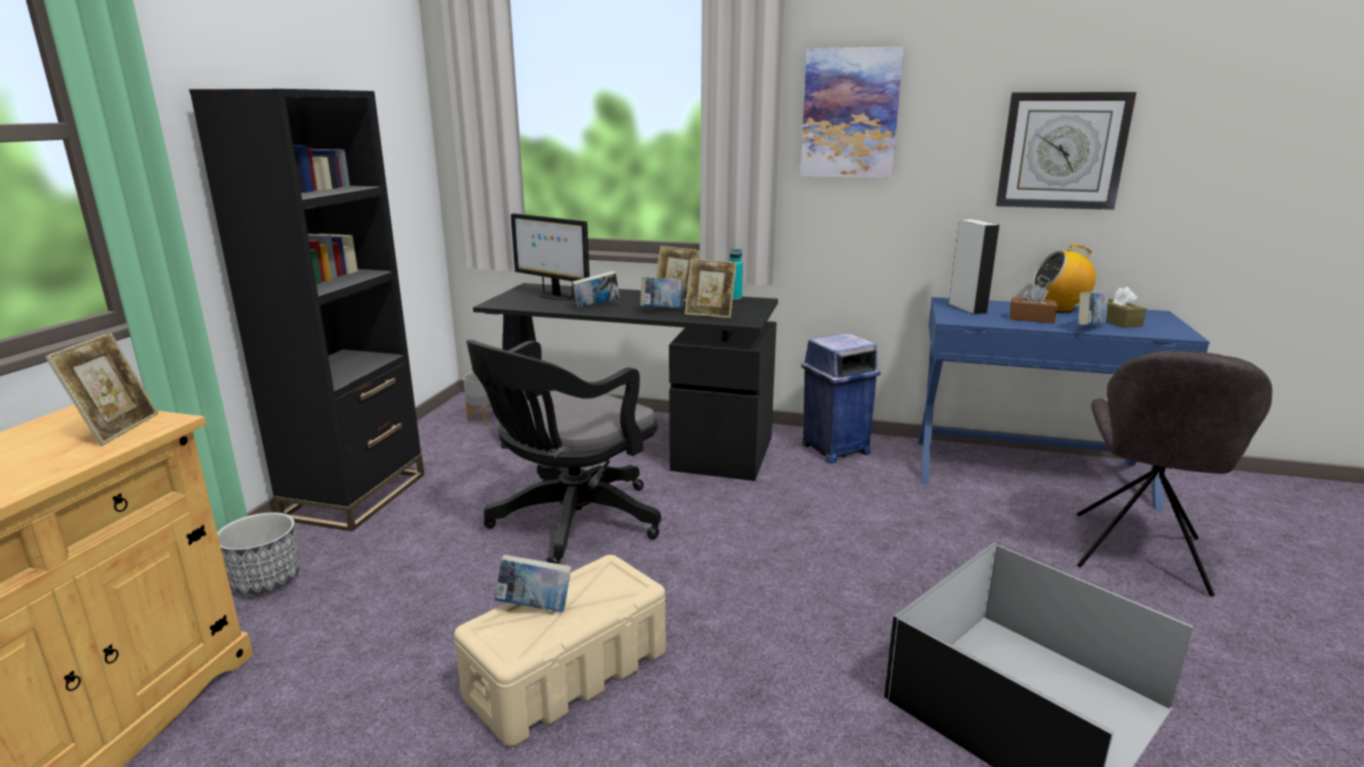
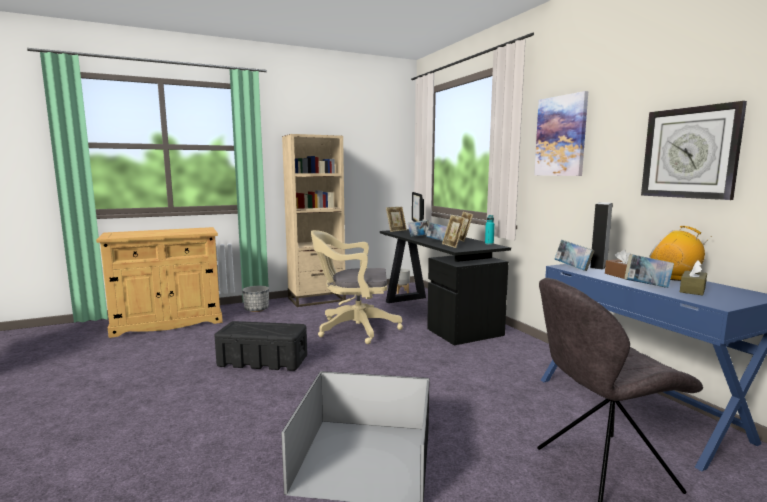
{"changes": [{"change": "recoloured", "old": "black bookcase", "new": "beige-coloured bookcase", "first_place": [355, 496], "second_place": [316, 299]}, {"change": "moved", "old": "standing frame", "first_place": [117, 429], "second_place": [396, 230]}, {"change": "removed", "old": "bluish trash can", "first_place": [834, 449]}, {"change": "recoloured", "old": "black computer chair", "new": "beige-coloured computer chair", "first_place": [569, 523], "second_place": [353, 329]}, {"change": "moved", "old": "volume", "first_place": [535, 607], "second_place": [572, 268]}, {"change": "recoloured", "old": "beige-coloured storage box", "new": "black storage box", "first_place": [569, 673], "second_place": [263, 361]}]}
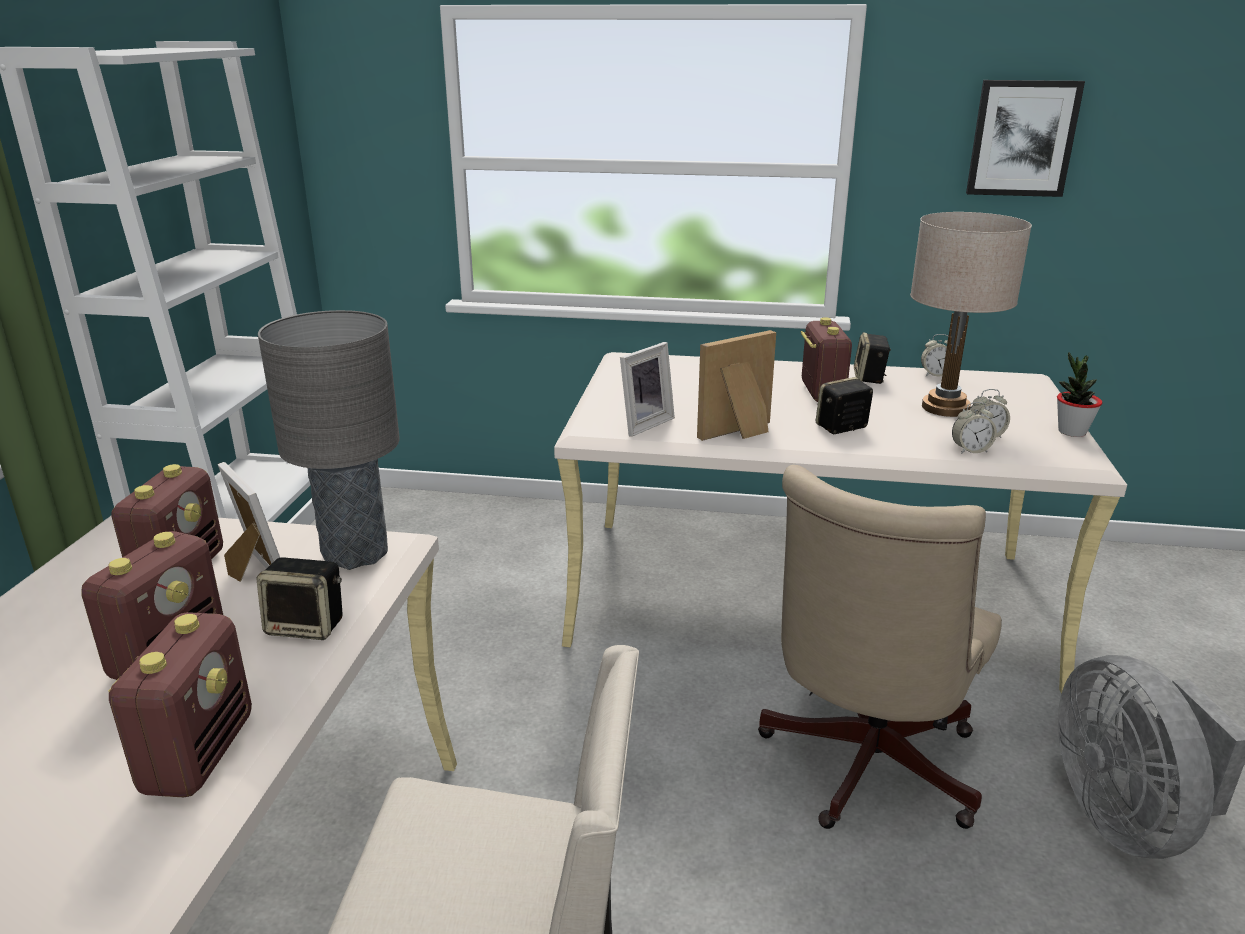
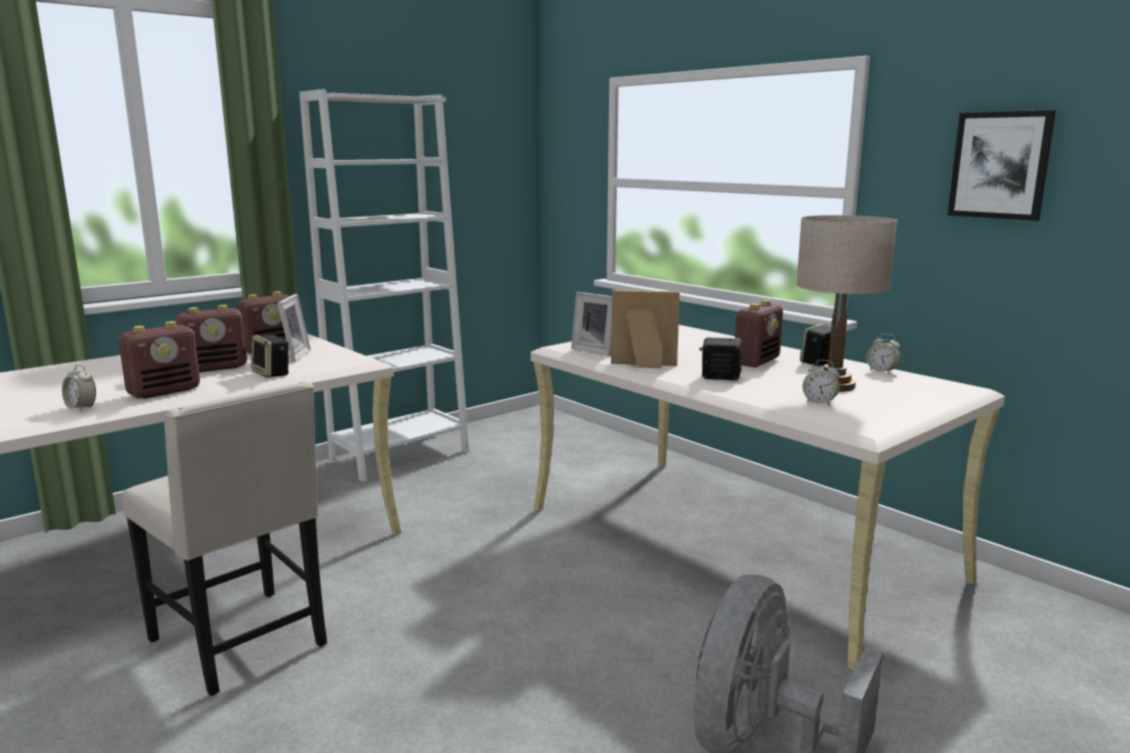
{"changes": [{"change": "removed", "old": "greyish table lamp", "first_place": [356, 553]}, {"change": "turned", "old": "standing frame", "first_place": [643, 424], "second_place": [596, 351], "degrees": 45}, {"change": "removed", "old": "potted plant", "first_place": [1071, 432]}, {"change": "moved", "old": "bedside clock", "first_place": [970, 450], "second_place": [81, 408]}, {"change": "removed", "old": "beige-coloured computer chair", "first_place": [863, 768]}]}
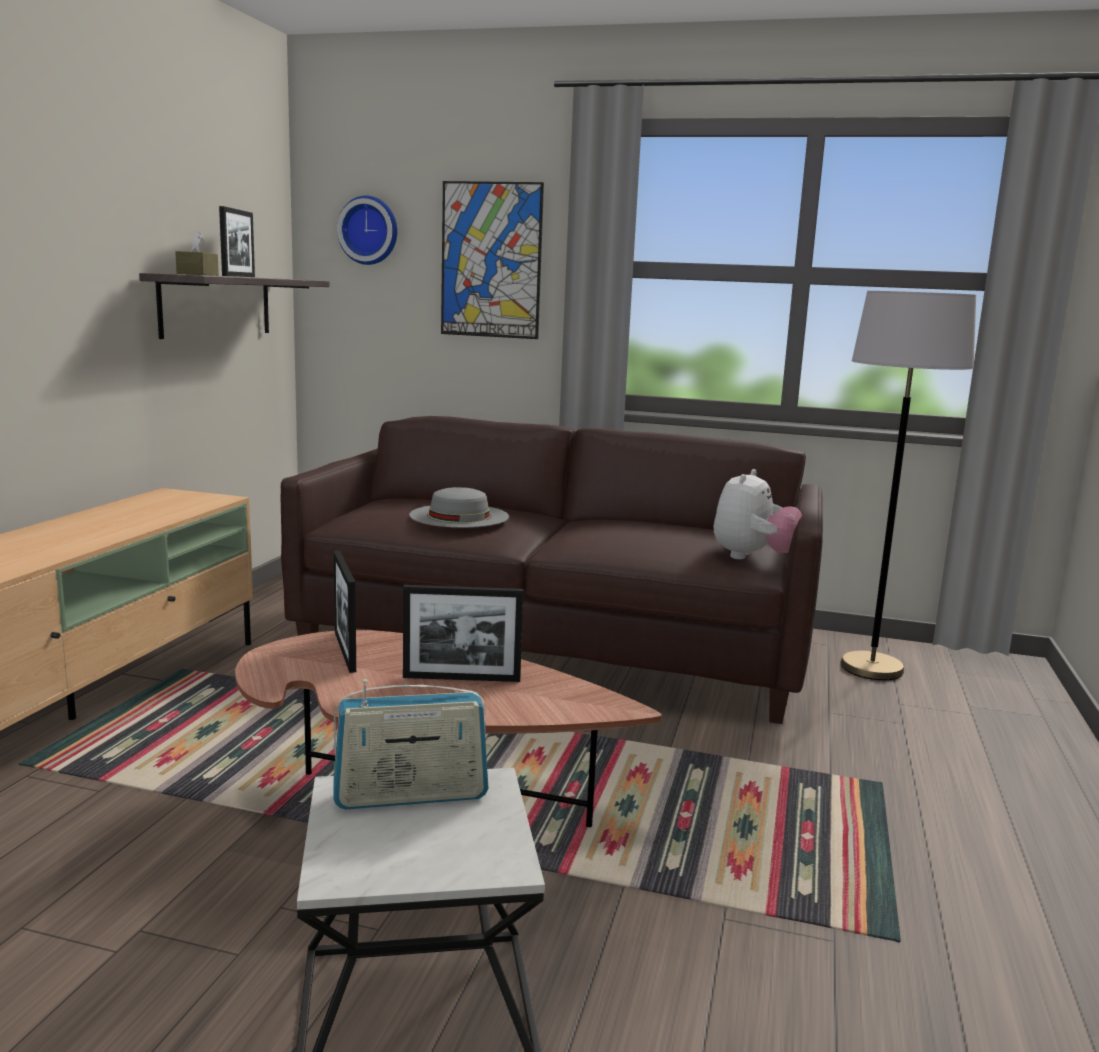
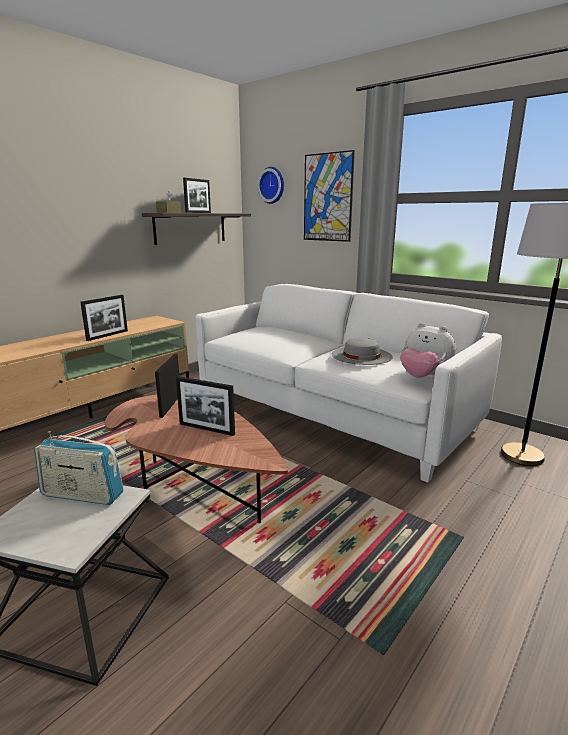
{"changes": [{"change": "recoloured", "old": "brown couch", "new": "white couch", "first_place": [555, 647], "second_place": [331, 413]}, {"change": "turned", "old": "cuddly toy", "first_place": [752, 557], "second_place": [423, 378], "degrees": 75}, {"change": "moved", "old": "greyish clothing hat", "first_place": [459, 516], "second_place": [361, 355]}, {"change": "added", "new": "standing frame", "second_place": [107, 335]}]}
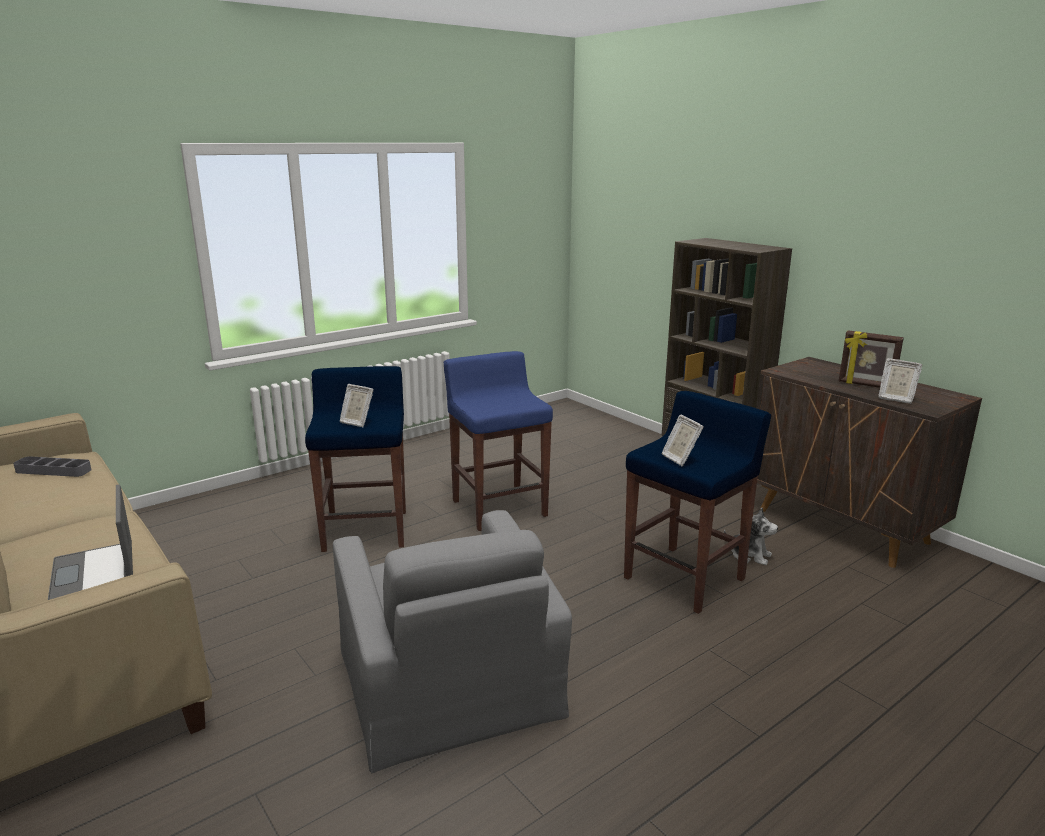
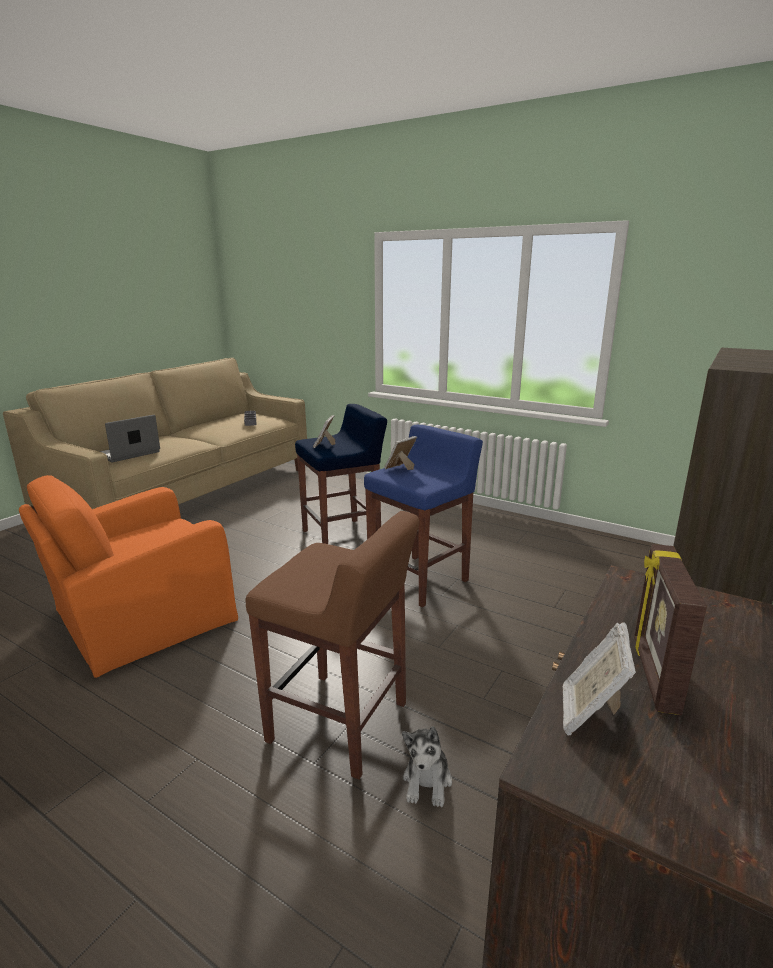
{"changes": [{"change": "recoloured", "old": "bluish sitting stool", "new": "brown sitting stool", "first_place": [686, 578], "second_place": [340, 723]}, {"change": "moved", "old": "standing frame", "first_place": [679, 459], "second_place": [400, 468]}, {"change": "recoloured", "old": "greyish armchair", "new": "orangey armchair", "first_place": [449, 686], "second_place": [142, 616]}]}
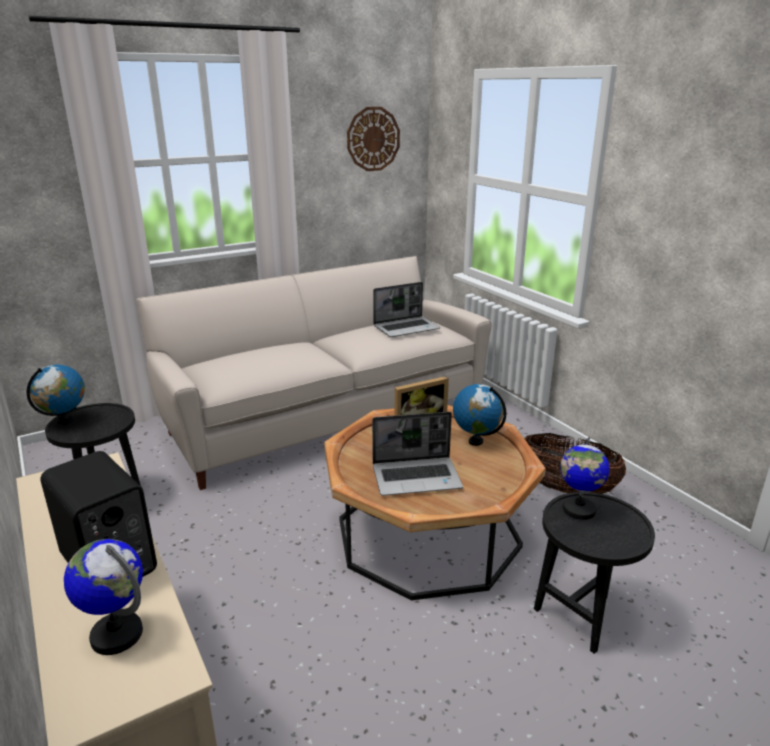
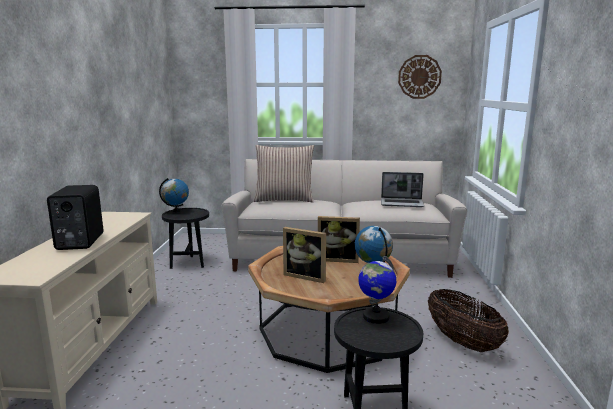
{"changes": [{"change": "replaced", "old": "laptop", "new": "standing frame", "first_place": [417, 477], "second_place": [306, 276]}, {"change": "removed", "old": "world globe", "first_place": [117, 634]}, {"change": "added", "new": "pillow", "second_place": [284, 199]}]}
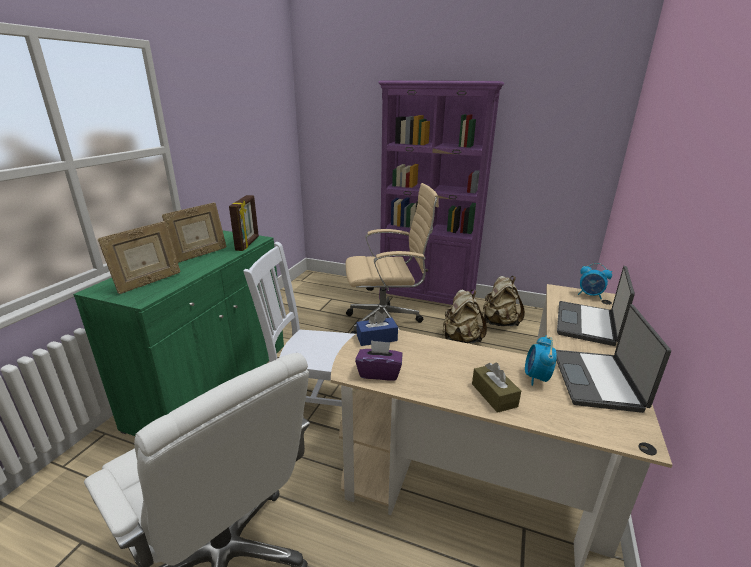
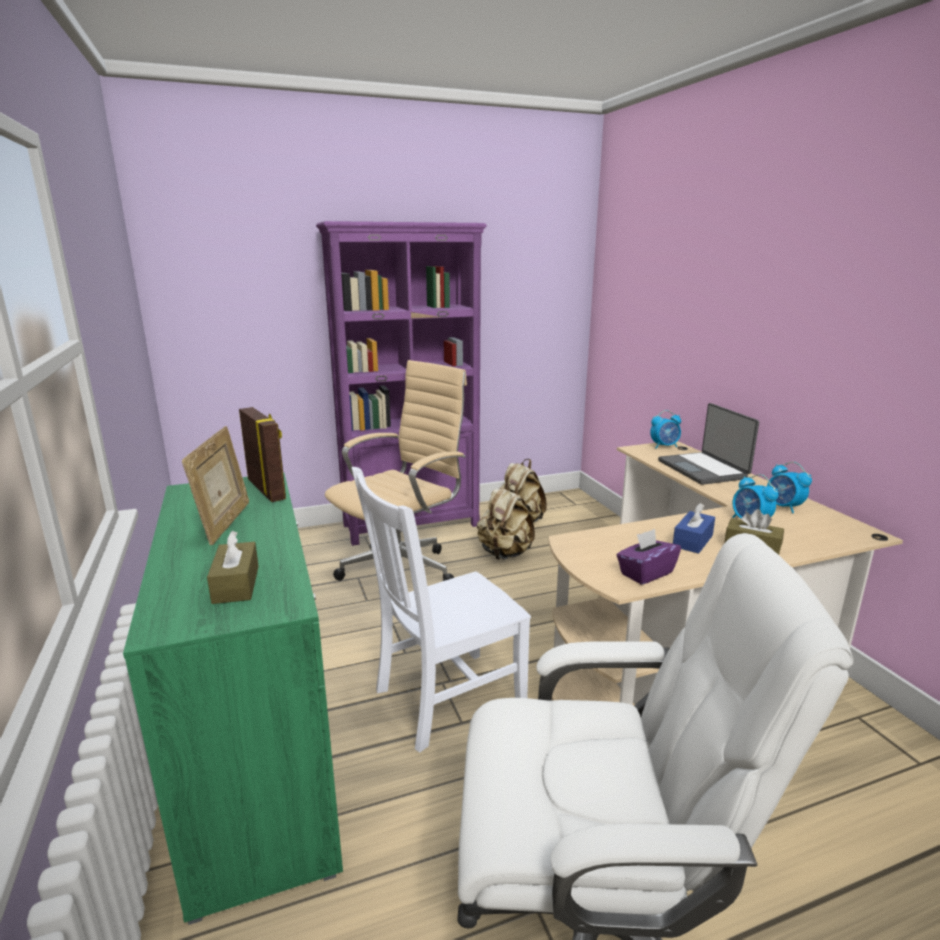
{"changes": [{"change": "replaced", "old": "standing frame", "new": "brown tissue holder", "first_place": [148, 283], "second_place": [236, 584]}, {"change": "replaced", "old": "laptop", "new": "bedside clock", "first_place": [598, 381], "second_place": [783, 507]}, {"change": "moved", "old": "bluish tissue holder", "first_place": [376, 338], "second_place": [692, 541]}]}
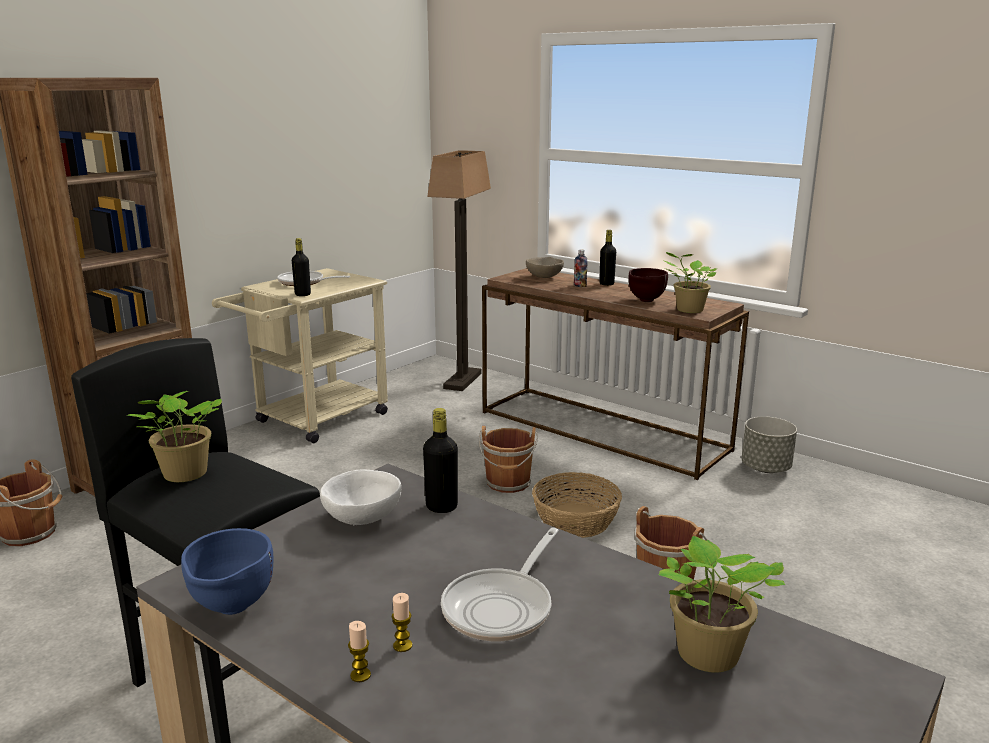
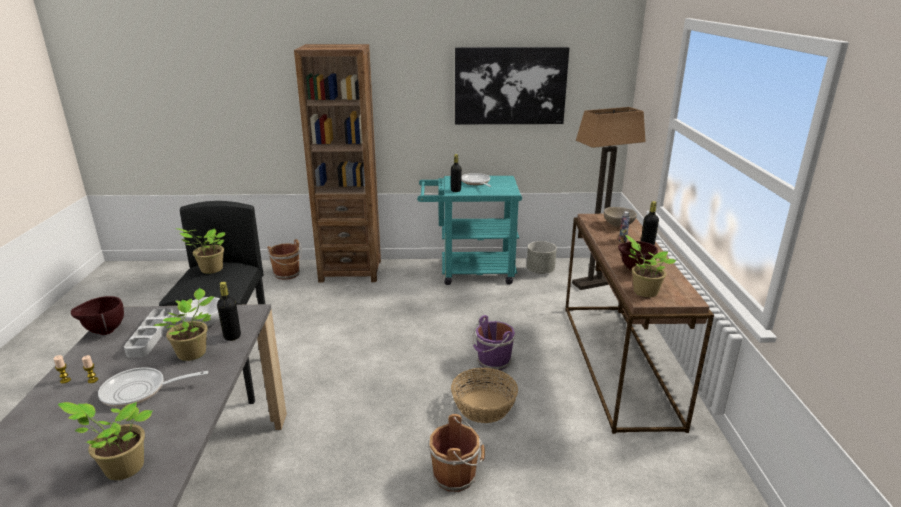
{"changes": [{"change": "recoloured", "old": "beige-coloured cart", "new": "turquoise-coloured cart", "first_place": [313, 421], "second_place": [469, 272]}, {"change": "moved", "old": "greyish planter", "first_place": [766, 468], "second_place": [540, 271]}, {"change": "recoloured", "old": "brown pail", "new": "purple-coloured pail", "first_place": [508, 484], "second_place": [492, 362]}, {"change": "recoloured", "old": "bluish deep dish", "new": "brown deep dish", "first_place": [231, 609], "second_place": [103, 332]}, {"change": "added", "new": "wall picture", "second_place": [510, 86]}, {"change": "added", "new": "potted plant", "second_place": [194, 353]}, {"change": "added", "new": "greyish tray", "second_place": [151, 335]}]}
